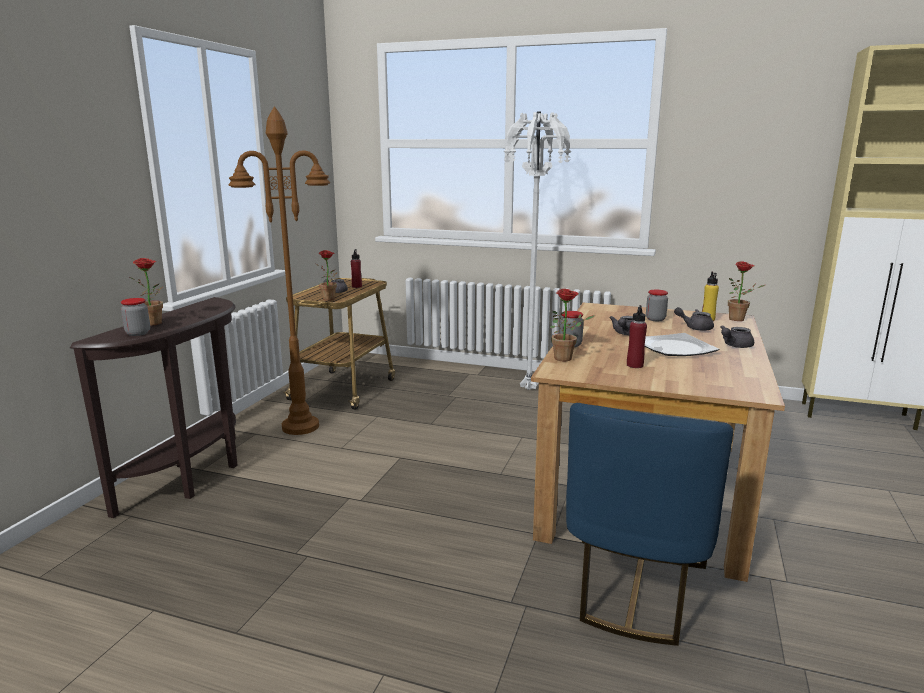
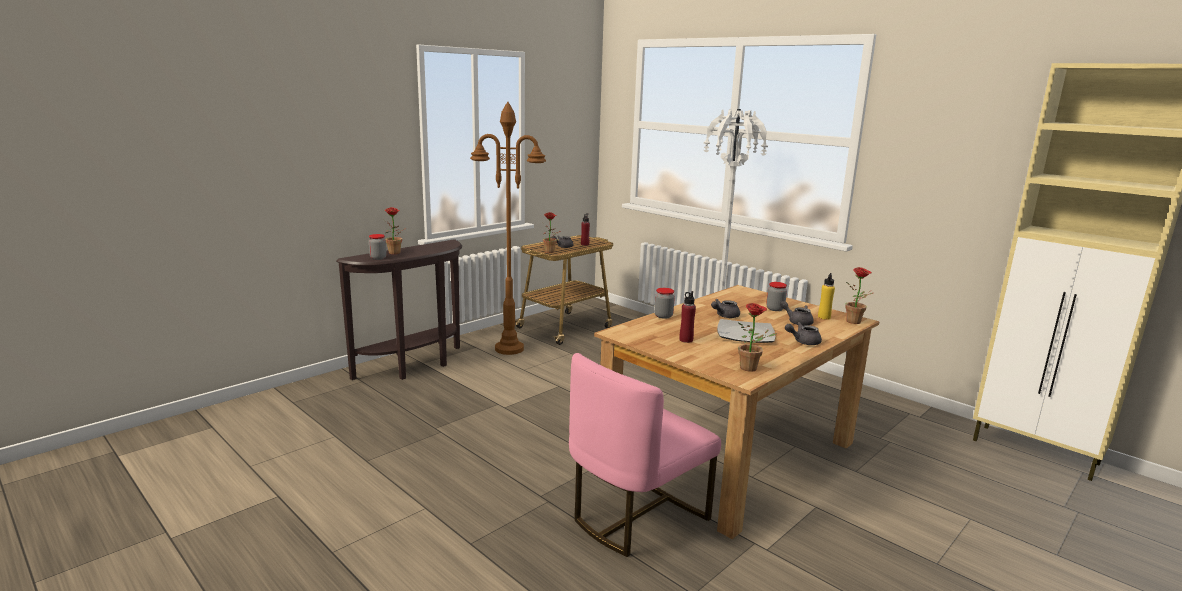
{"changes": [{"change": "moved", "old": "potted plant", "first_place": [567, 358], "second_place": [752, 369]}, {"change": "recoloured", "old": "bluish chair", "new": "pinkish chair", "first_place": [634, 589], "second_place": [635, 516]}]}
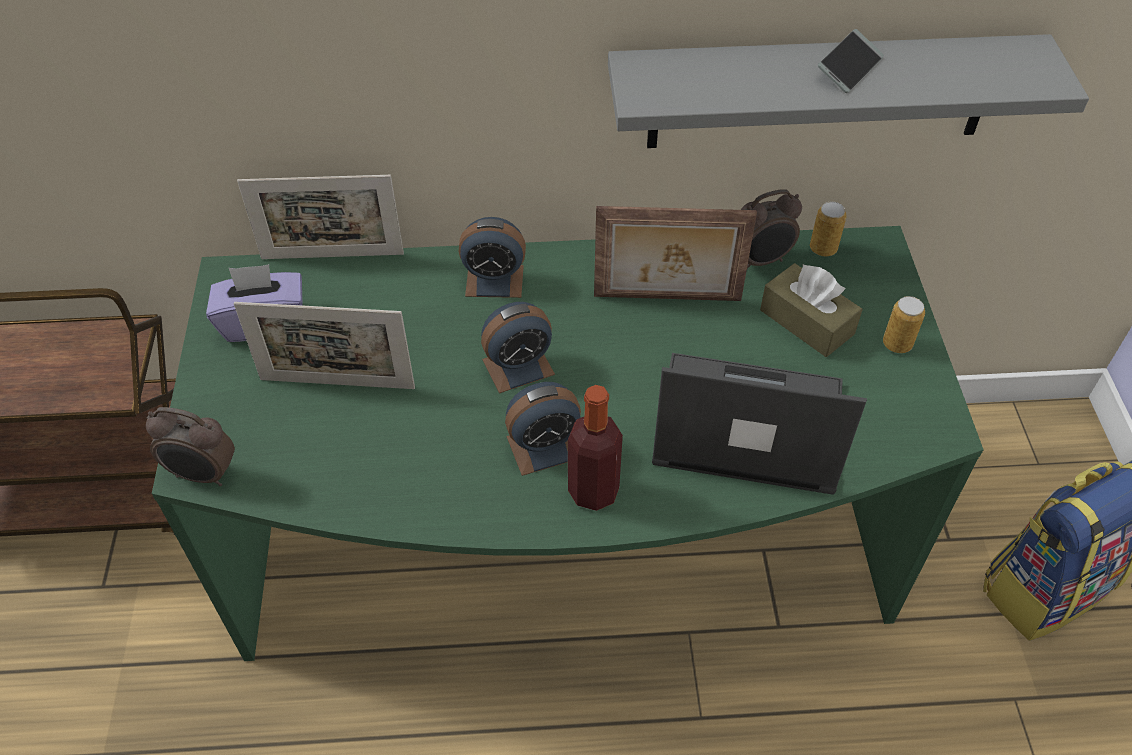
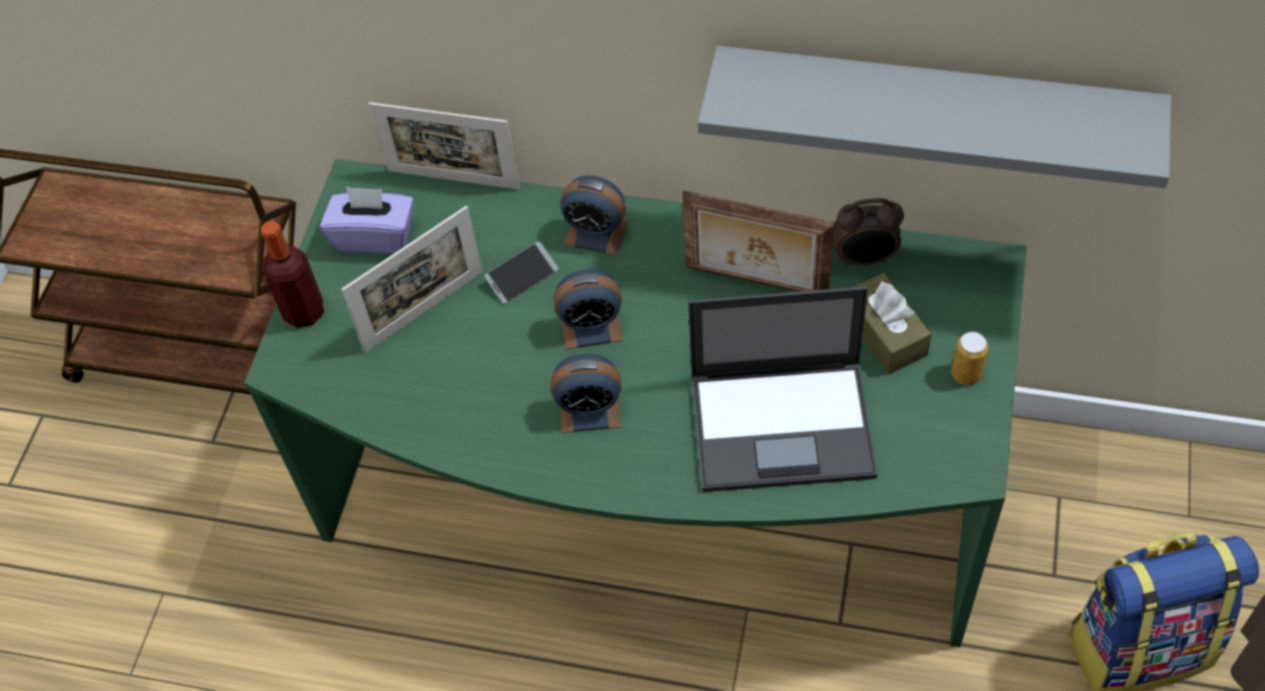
{"changes": [{"change": "moved", "old": "telephone", "first_place": [849, 68], "second_place": [522, 277]}, {"change": "removed", "old": "sealed can", "first_place": [823, 249]}, {"change": "turned", "old": "standing frame", "first_place": [337, 383], "second_place": [424, 311], "degrees": -60}, {"change": "turned", "old": "laptop", "first_place": [746, 423], "second_place": [784, 425], "degrees": 150}, {"change": "moved", "old": "beverage bottle", "first_place": [593, 491], "second_place": [304, 312]}, {"change": "removed", "old": "bedside clock", "first_place": [203, 475]}]}
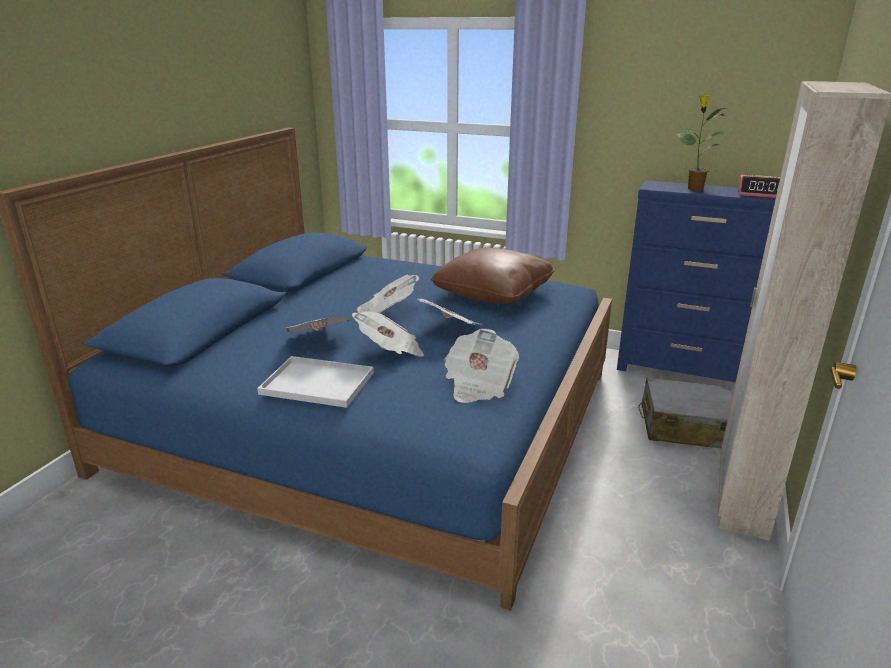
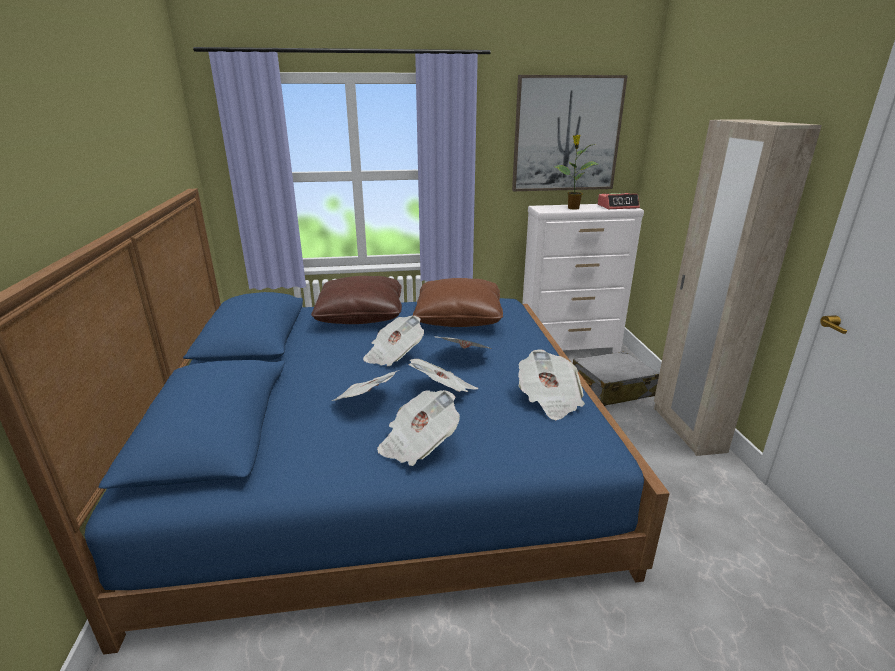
{"changes": [{"change": "recoloured", "old": "bluish drawer chest", "new": "white drawer chest", "first_place": [682, 372], "second_place": [570, 349]}, {"change": "replaced", "old": "white tray", "new": "printed paper", "first_place": [315, 383], "second_place": [418, 444]}, {"change": "added", "new": "wall picture", "second_place": [566, 134]}, {"change": "added", "new": "brown pillow", "second_place": [361, 315]}]}
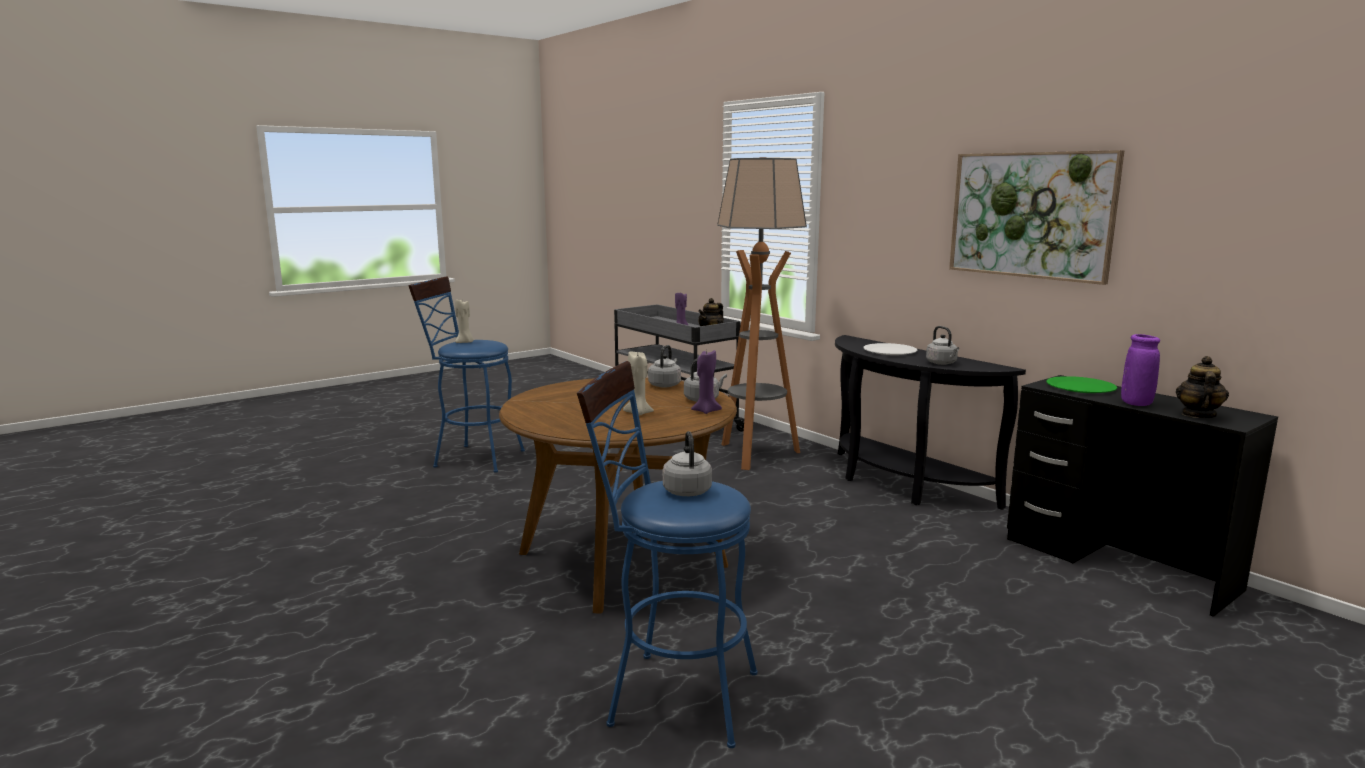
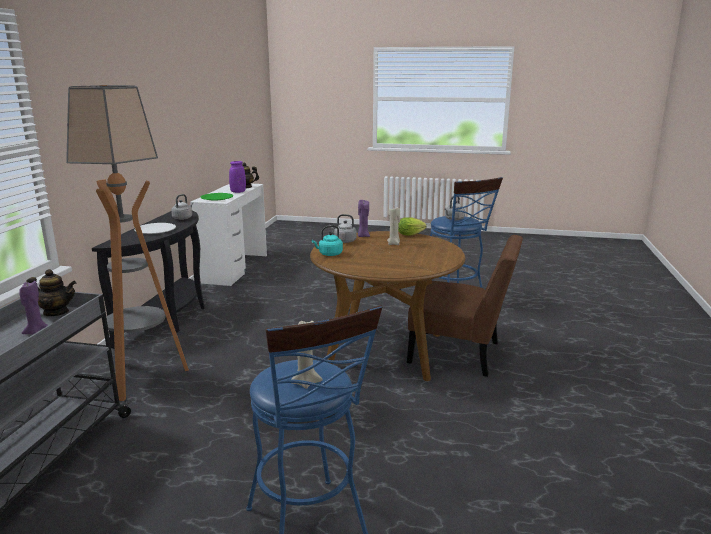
{"changes": [{"change": "removed", "old": "wall picture", "first_place": [1030, 215]}, {"change": "recoloured", "old": "greyish kettle", "new": "turquoise-coloured kettle", "first_place": [665, 385], "second_place": [329, 254]}, {"change": "recoloured", "old": "black desk unit", "new": "white desk unit", "first_place": [1118, 563], "second_place": [234, 268]}, {"change": "added", "new": "lettuce", "second_place": [411, 234]}, {"change": "added", "new": "brown chair", "second_place": [460, 354]}]}
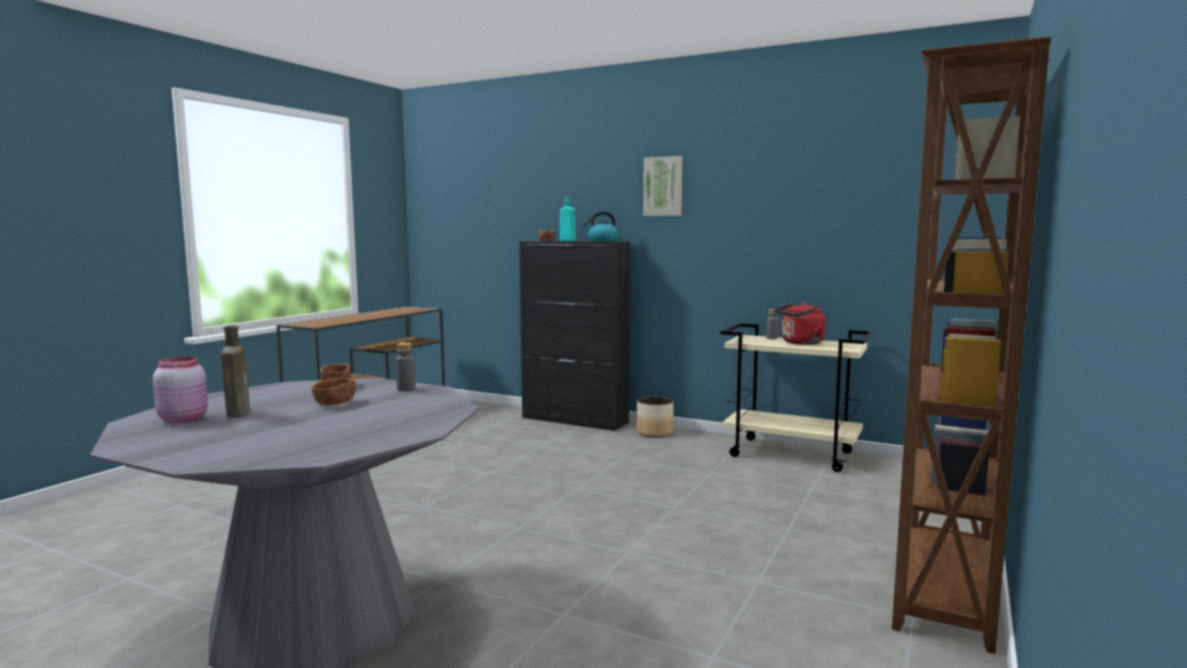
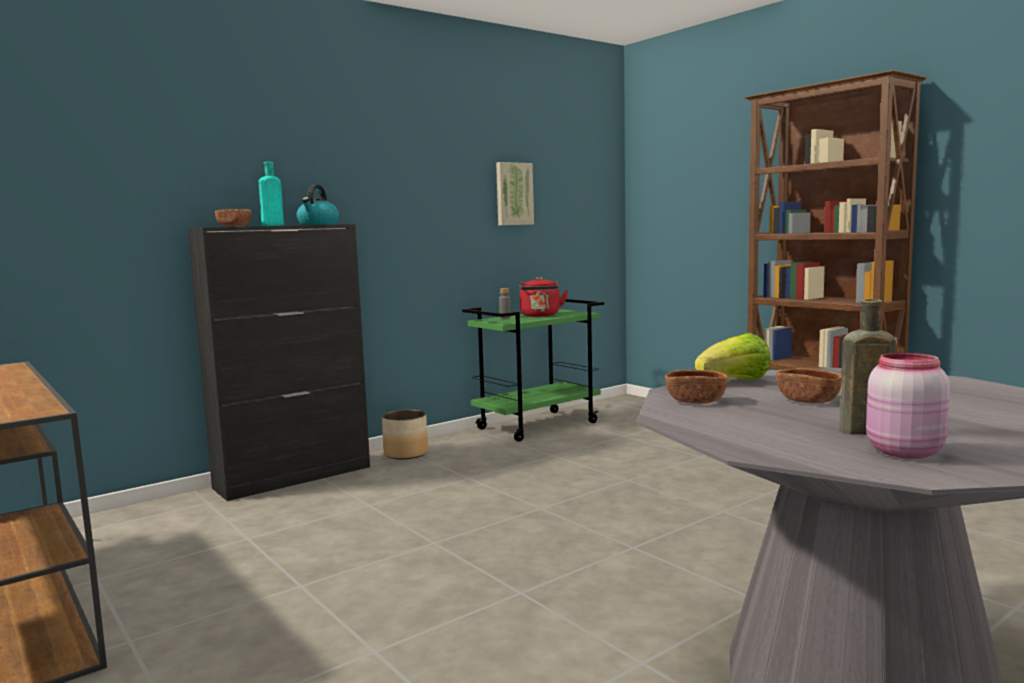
{"changes": [{"change": "moved", "old": "wall picture", "first_place": [663, 186], "second_place": [513, 194]}, {"change": "recoloured", "old": "beige-coloured cart", "new": "green cart", "first_place": [792, 454], "second_place": [538, 425]}, {"change": "replaced", "old": "greyish beverage bottle", "new": "lettuce", "first_place": [406, 389], "second_place": [735, 381]}]}
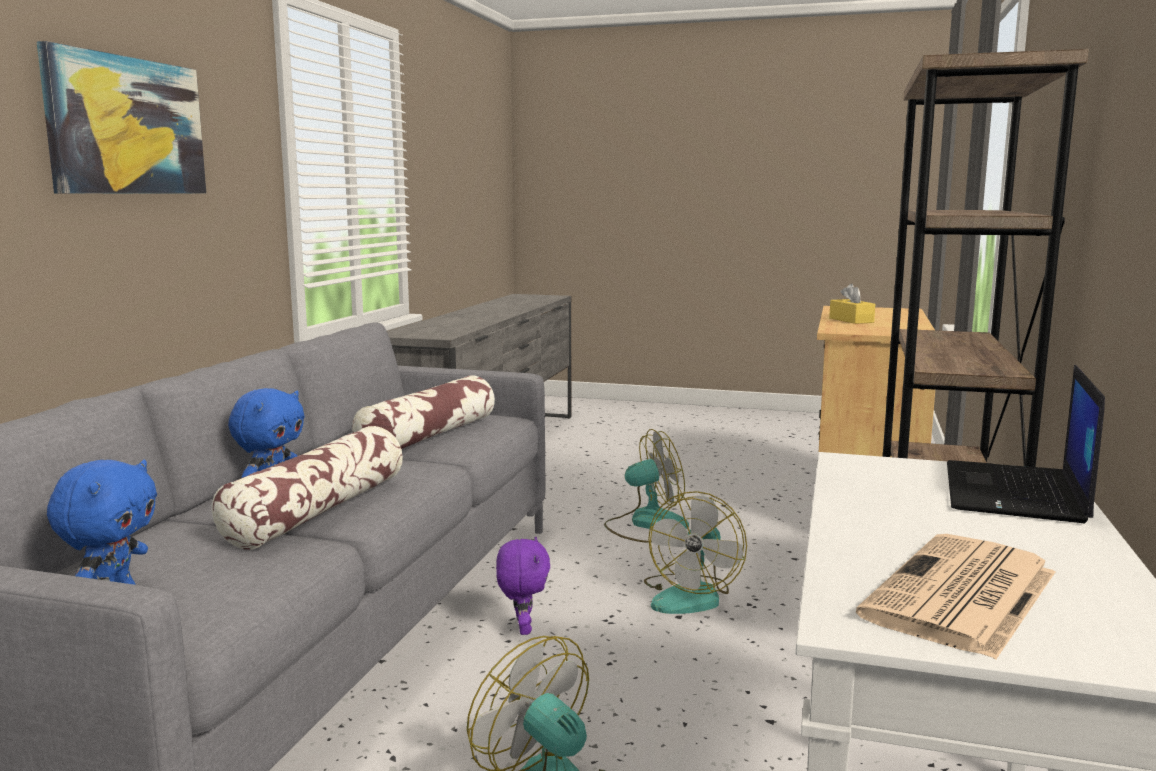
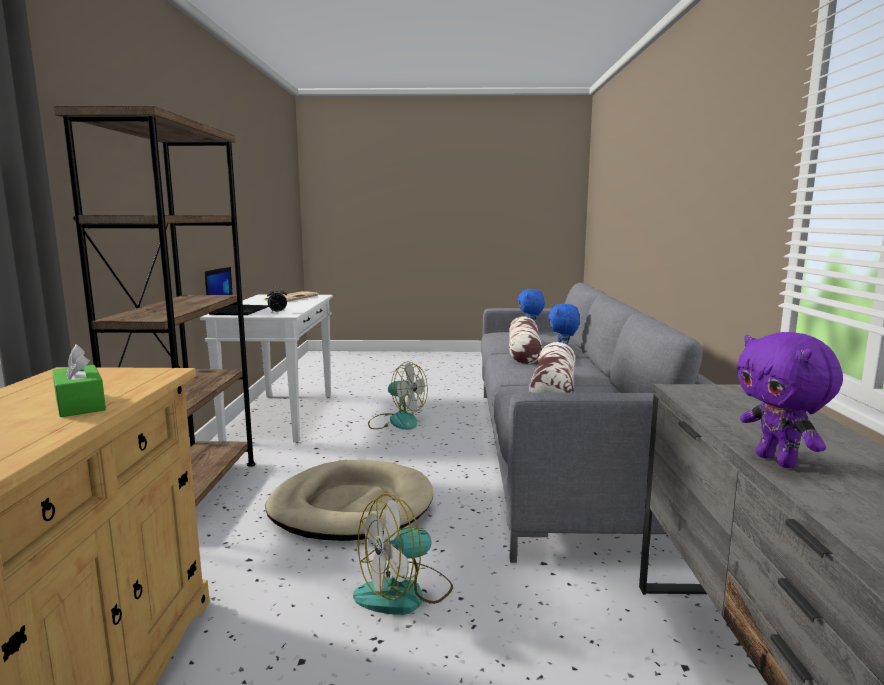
{"changes": [{"change": "removed", "old": "wall picture", "first_place": [126, 126]}, {"change": "recoloured", "old": "yellow tissue holder", "new": "green tissue holder", "first_place": [851, 320], "second_place": [80, 404]}, {"change": "replaced", "old": "cooling fan", "new": "beige-coloured pet bed", "first_place": [691, 596], "second_place": [351, 506]}, {"change": "moved", "old": "purple-coloured cuddly toy", "first_place": [522, 628], "second_place": [778, 461]}, {"change": "added", "new": "bedside clock", "second_place": [278, 312]}]}
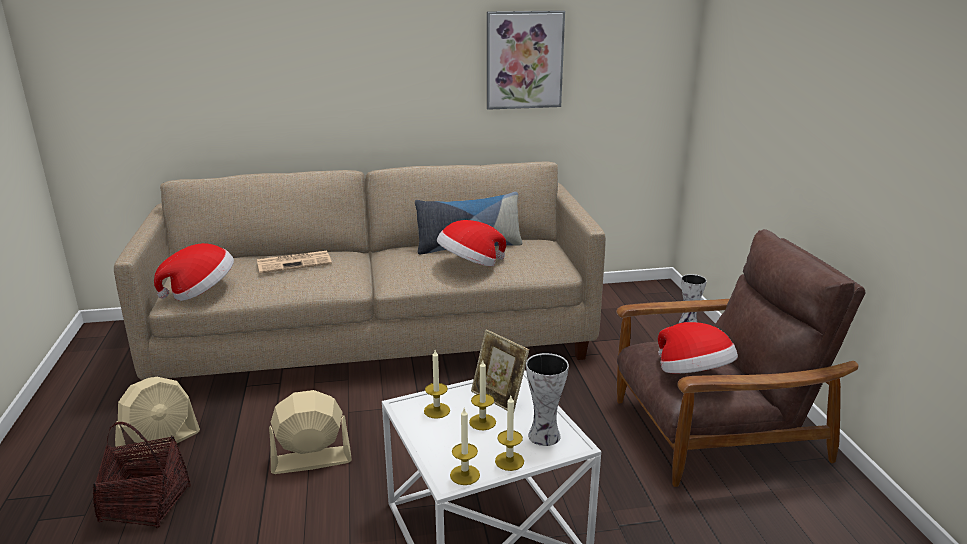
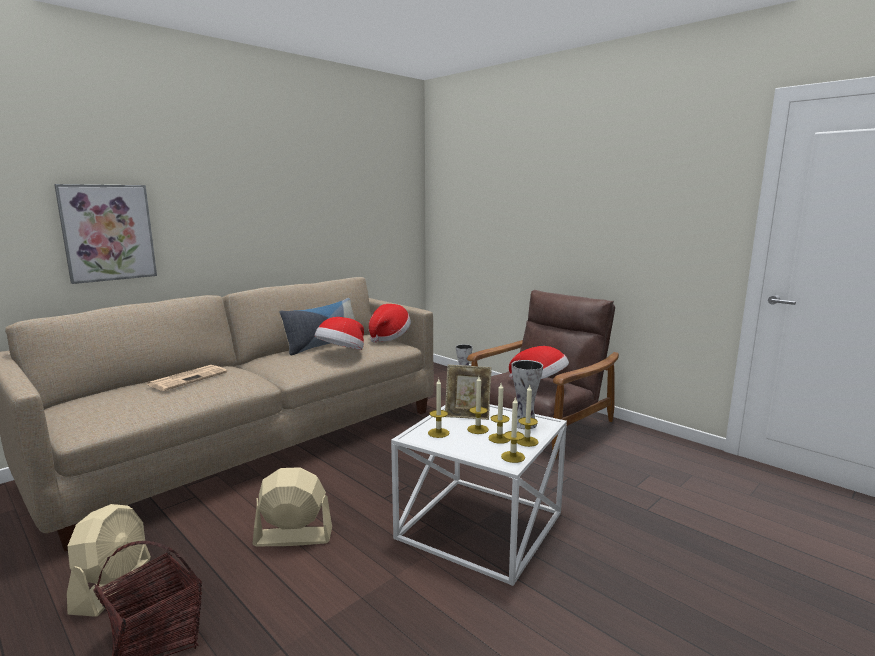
{"changes": [{"change": "moved", "old": "wall picture", "first_place": [524, 60], "second_place": [108, 232]}, {"change": "moved", "old": "clothing hat", "first_place": [201, 292], "second_place": [388, 337]}, {"change": "turned", "old": "beige-coloured cooling fan", "first_place": [311, 460], "second_place": [293, 537], "degrees": 45}, {"change": "added", "new": "candle", "second_place": [499, 438]}]}
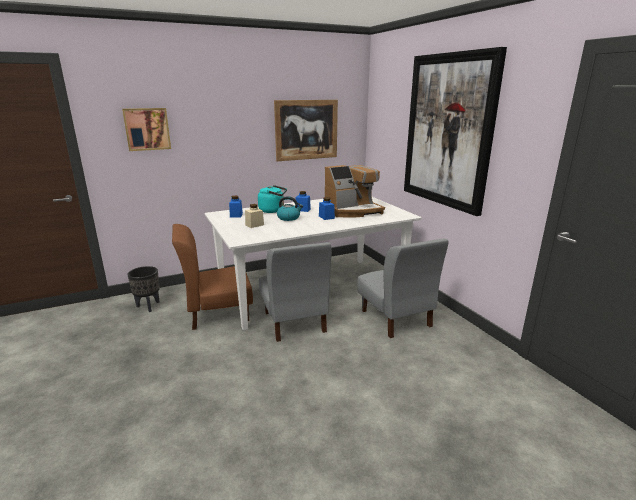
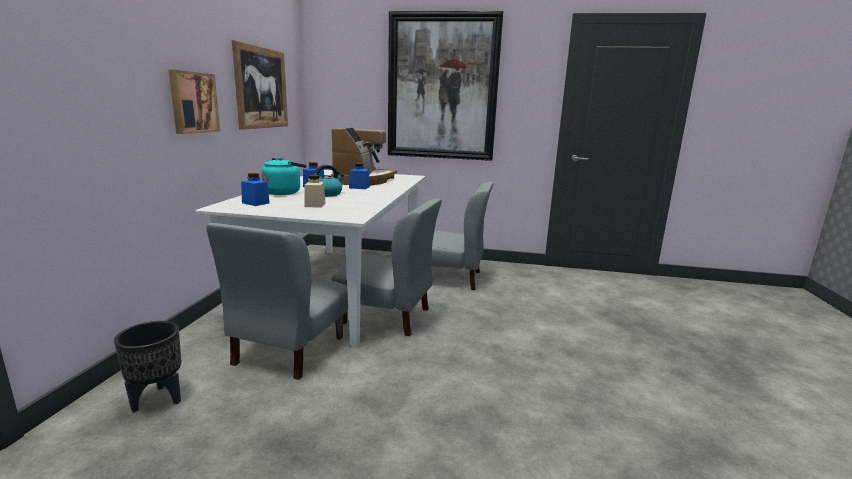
{"changes": [{"change": "moved", "old": "wall picture", "first_place": [147, 129], "second_place": [193, 102]}, {"change": "recoloured", "old": "brown chair", "new": "greyish chair", "first_place": [217, 313], "second_place": [288, 350]}]}
